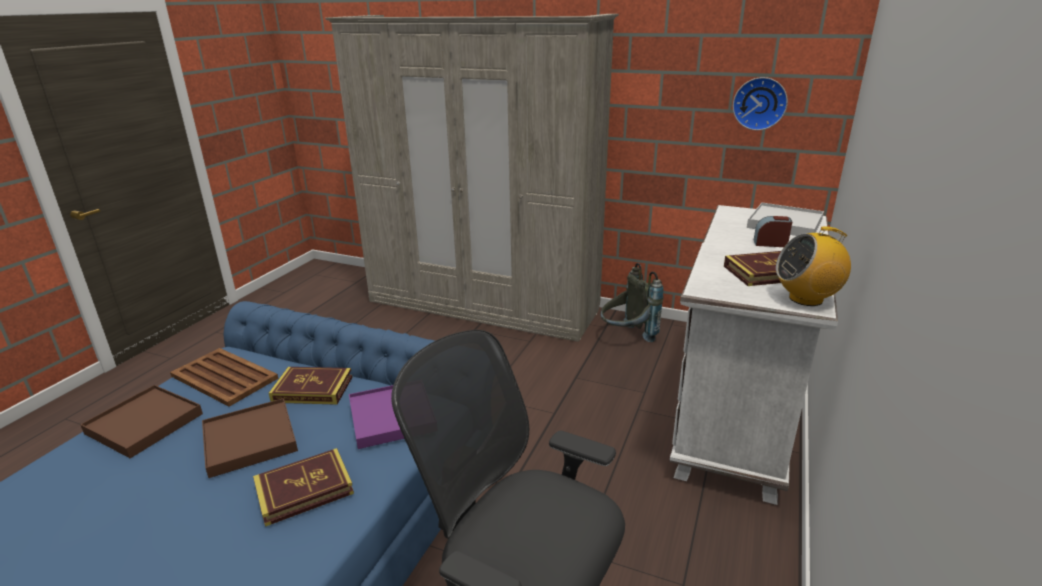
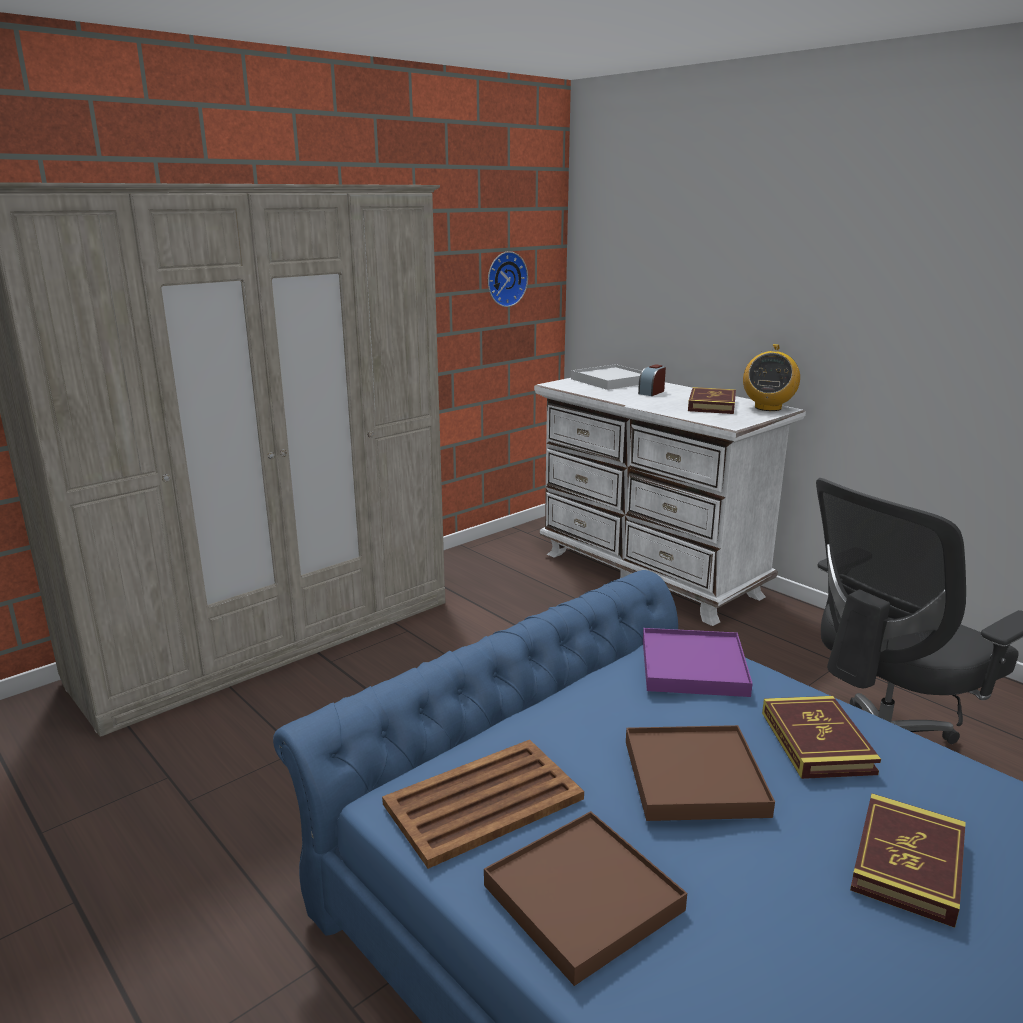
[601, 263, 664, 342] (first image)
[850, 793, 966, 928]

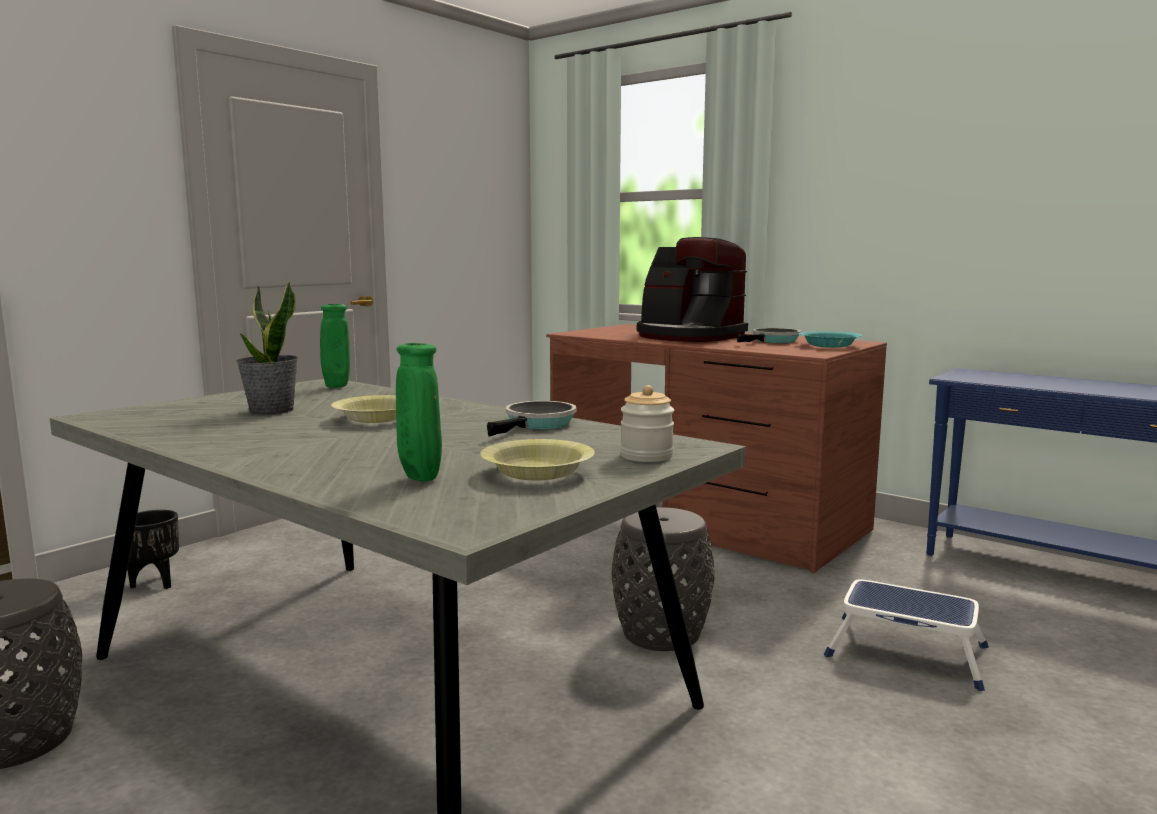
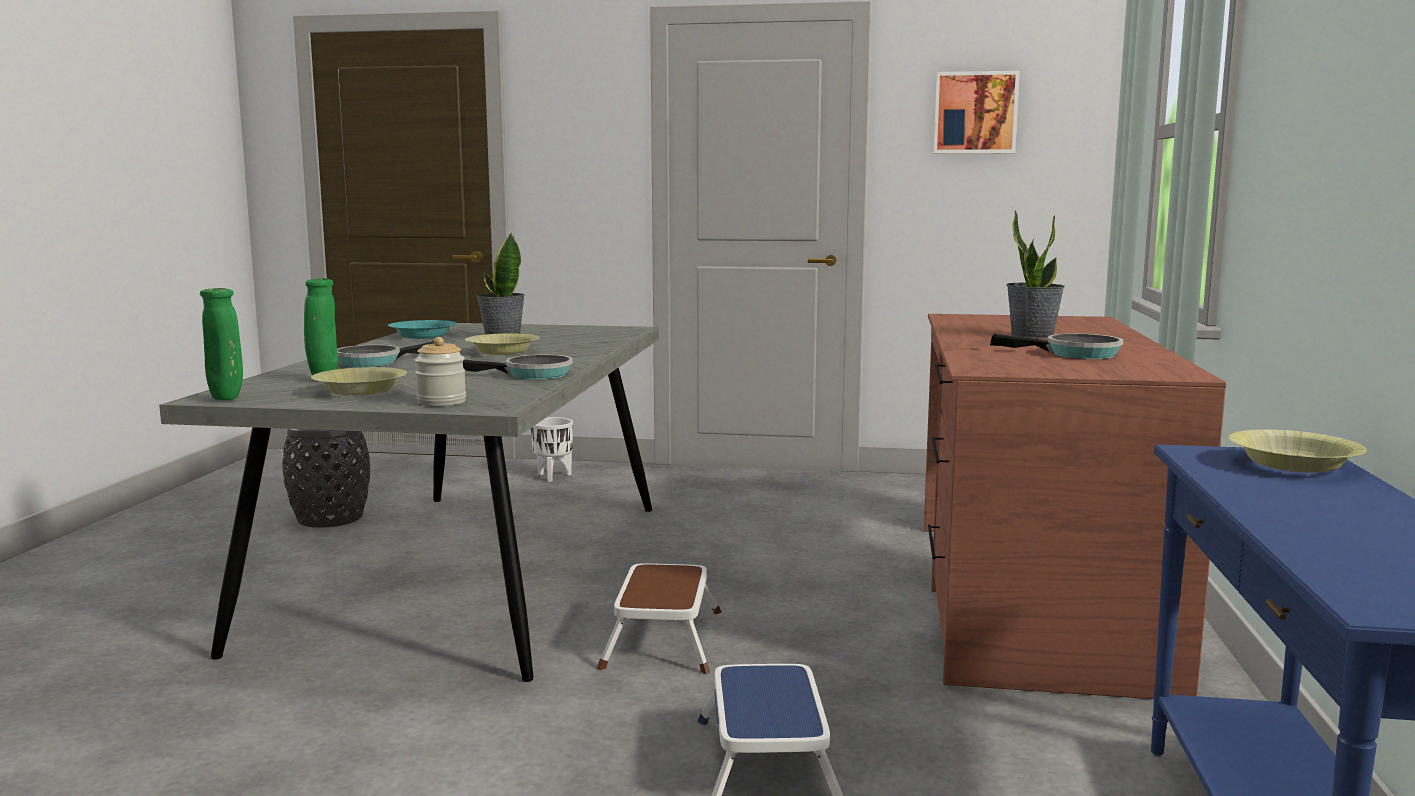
[1007, 210, 1065, 338]
[200, 288, 243, 400]
[388, 320, 457, 339]
[597, 563, 721, 674]
[531, 417, 573, 482]
[933, 71, 1020, 154]
[337, 341, 434, 368]
[1228, 429, 1367, 473]

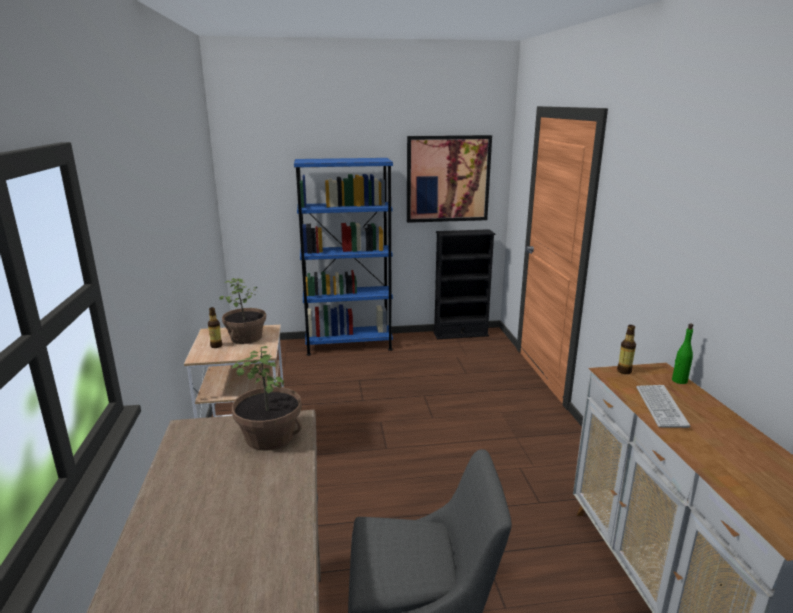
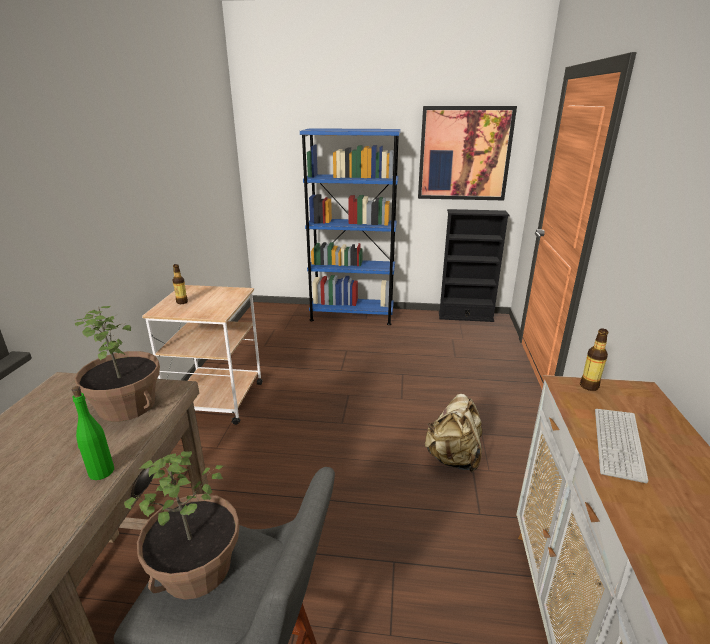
[124, 451, 240, 600]
[72, 386, 114, 480]
[425, 394, 482, 473]

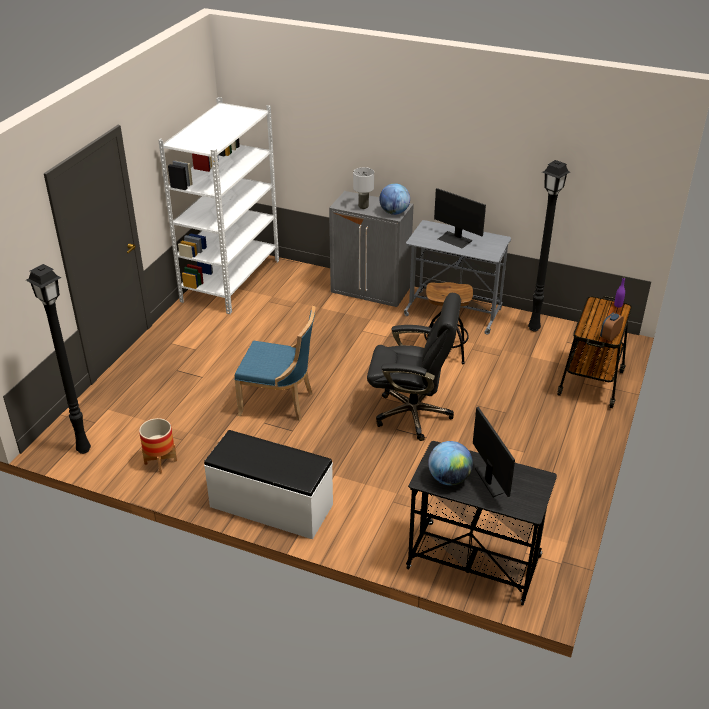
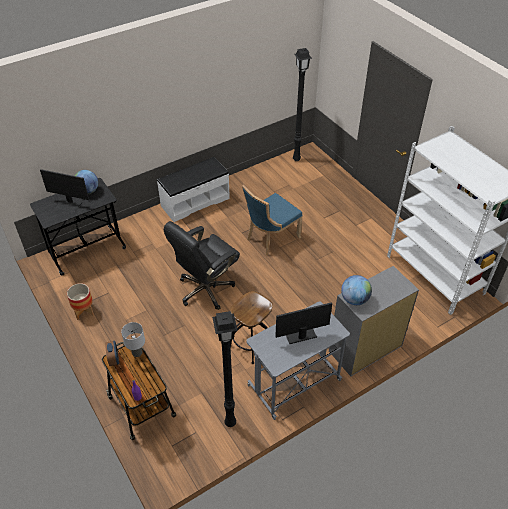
[121, 322, 145, 357]
[67, 283, 94, 320]

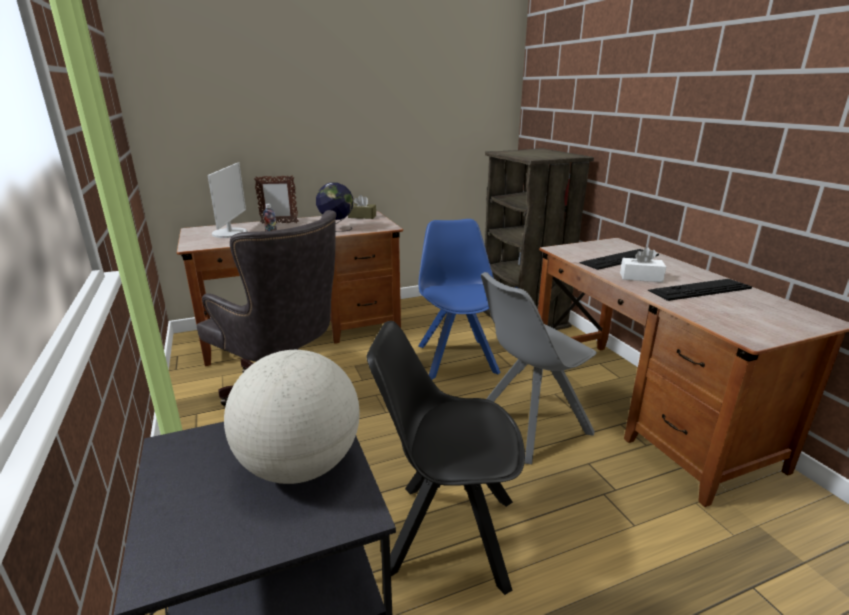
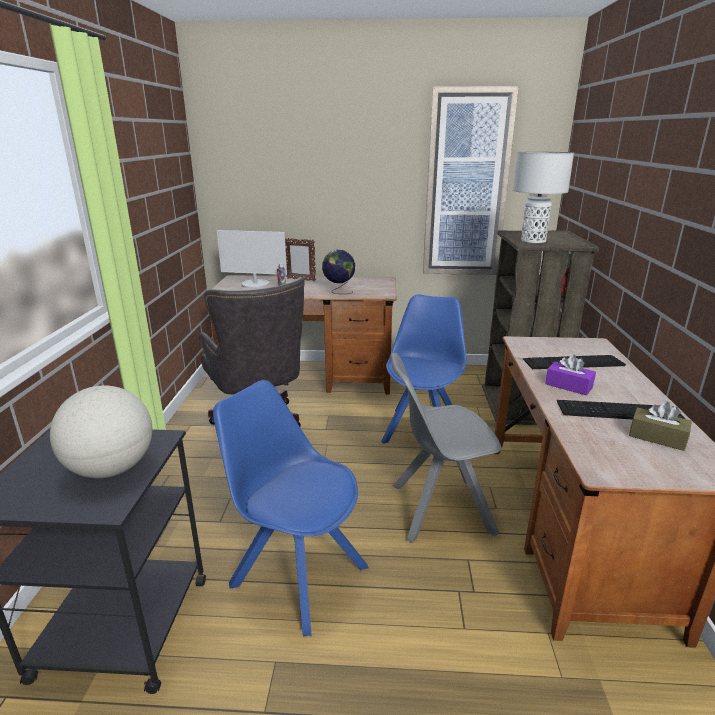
[217, 230, 287, 288]
[629, 401, 692, 451]
[545, 354, 596, 395]
[213, 380, 369, 636]
[423, 86, 519, 275]
[513, 151, 574, 243]

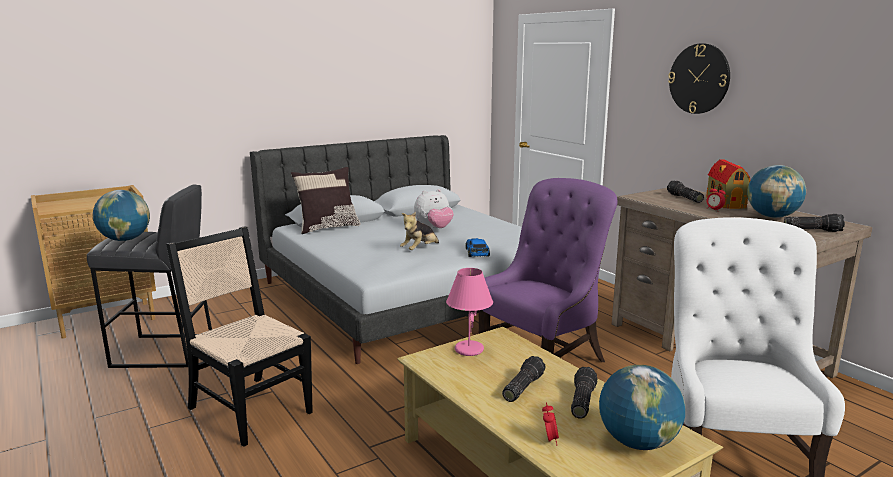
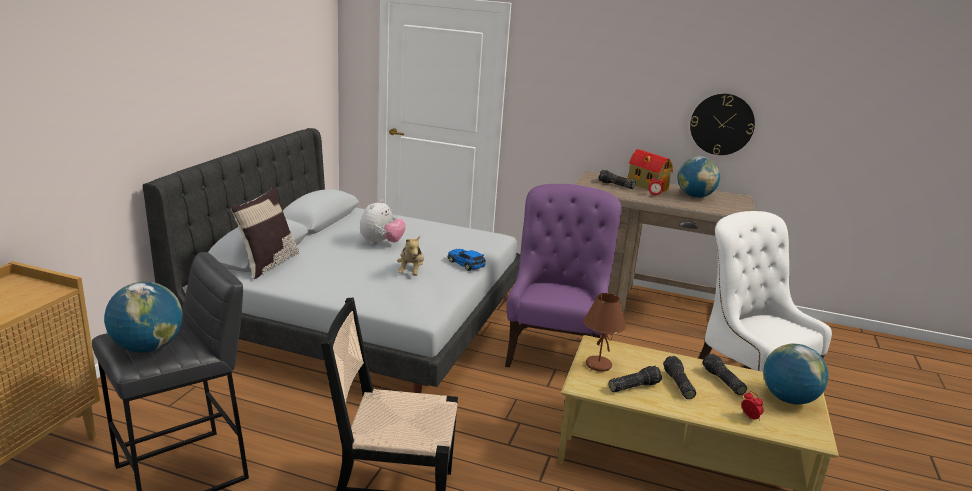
[690, 94, 755, 155]
[609, 366, 662, 392]
[583, 293, 626, 372]

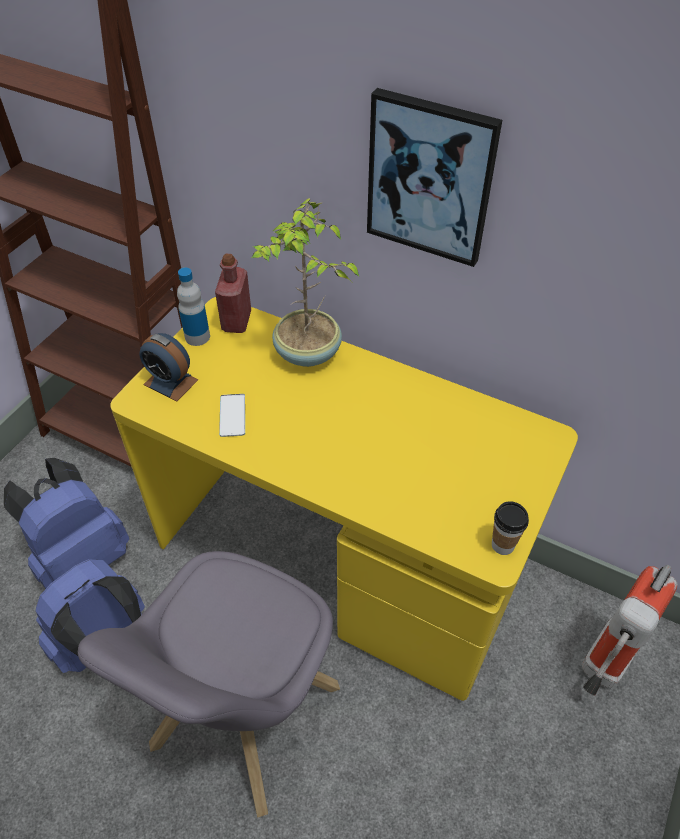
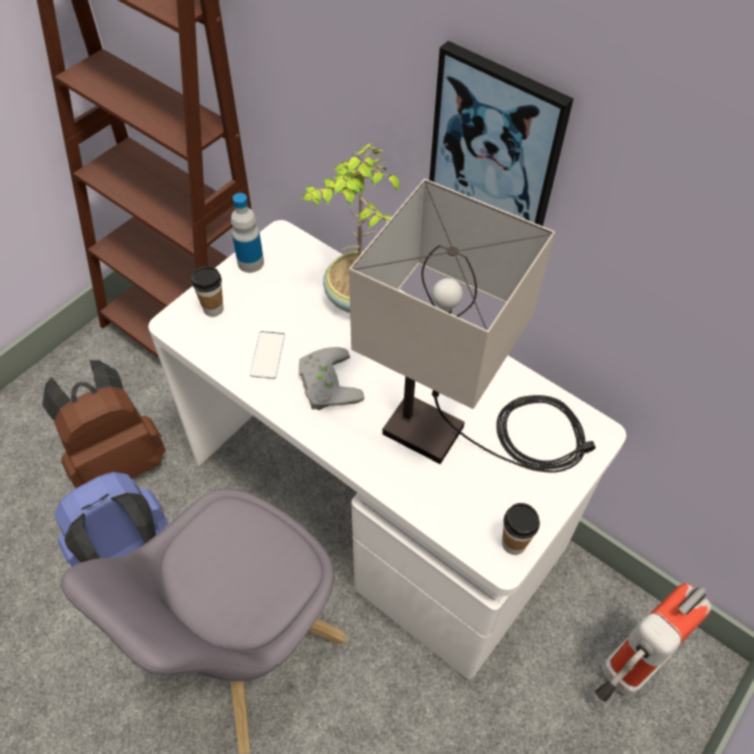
[215, 254, 251, 333] (first image)
[148, 220, 626, 679]
[192, 266, 224, 317]
[42, 360, 166, 488]
[349, 179, 596, 473]
[299, 347, 364, 410]

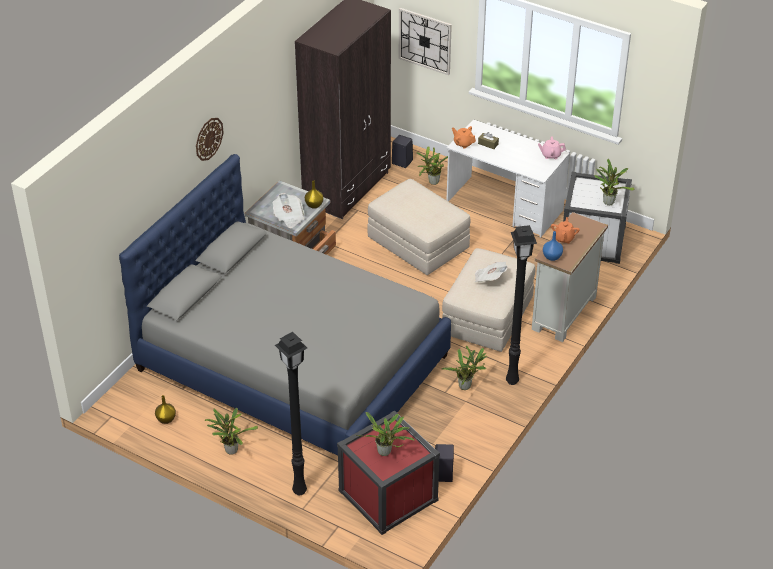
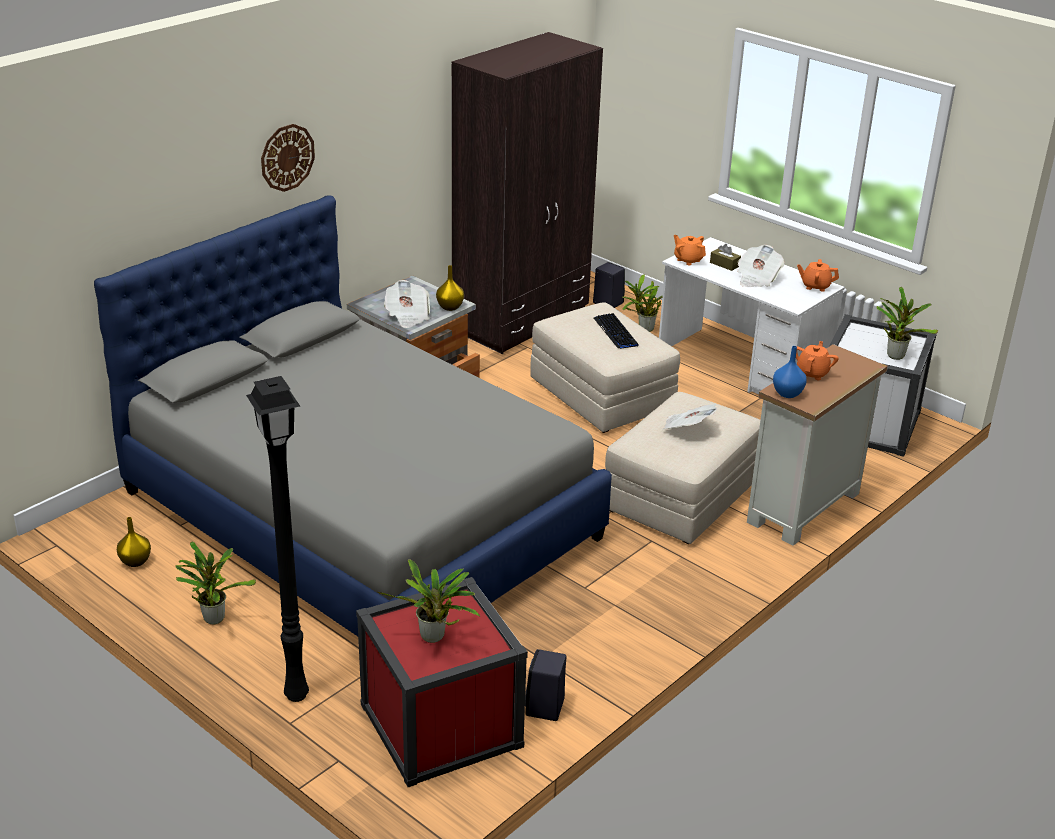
[399, 8, 452, 75] (first image)
[797, 259, 839, 292]
[506, 225, 537, 385] (first image)
[442, 346, 488, 390] (first image)
[737, 245, 784, 287]
[594, 313, 638, 349]

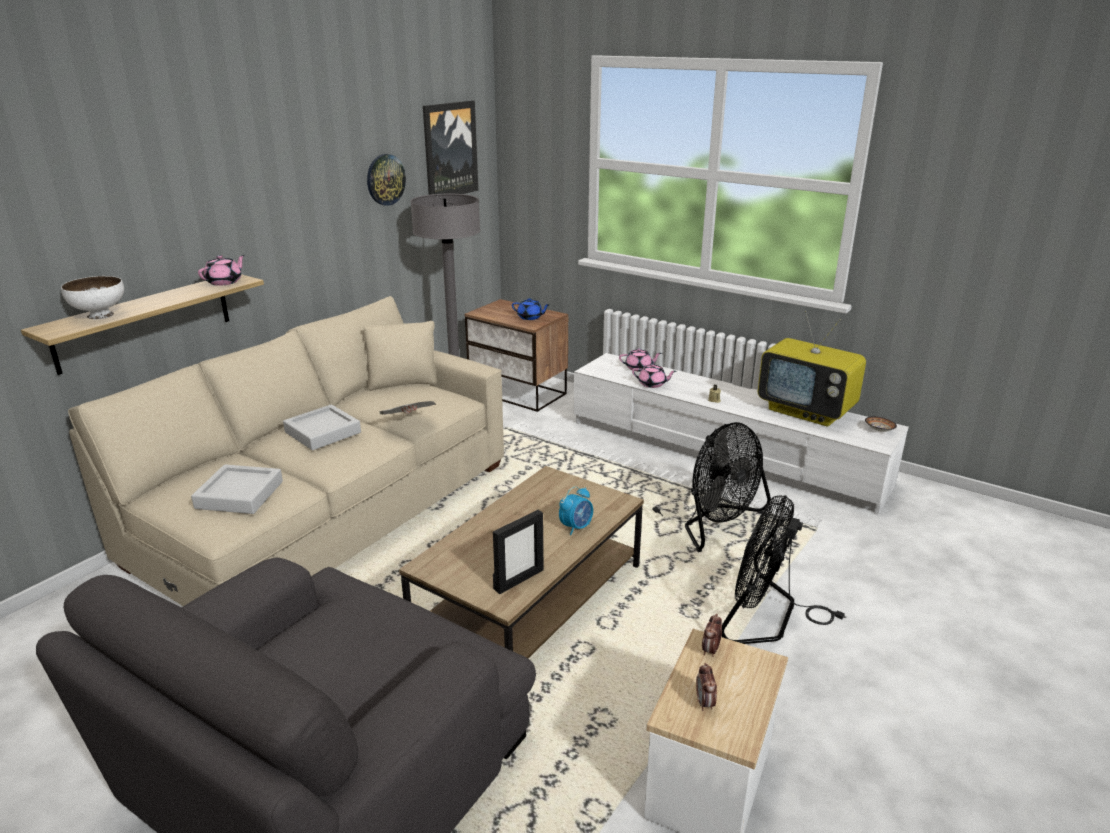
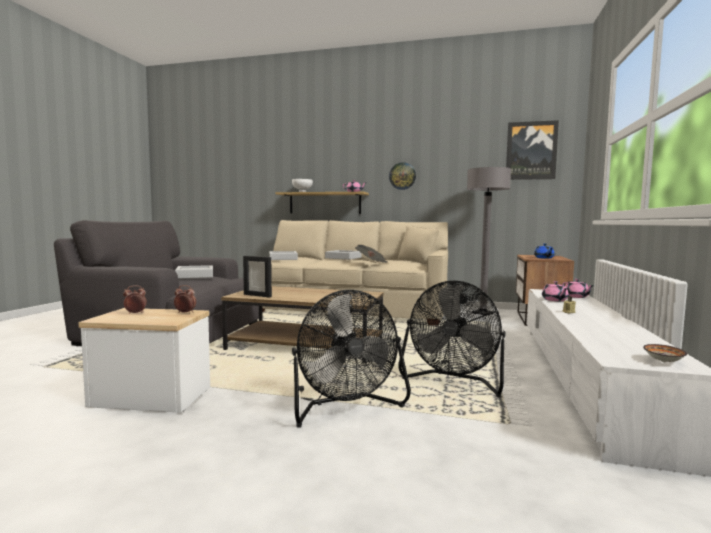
[389, 162, 416, 190]
[758, 311, 866, 427] (first image)
[559, 487, 593, 535] (first image)
[292, 290, 411, 428]
[175, 265, 213, 279]

